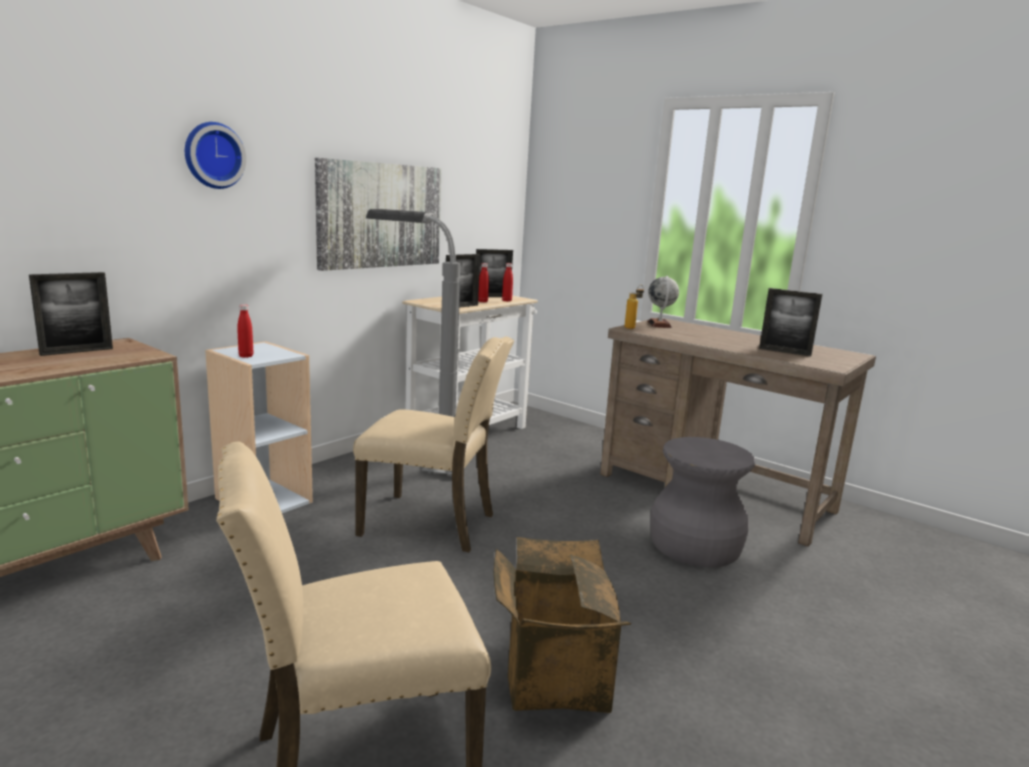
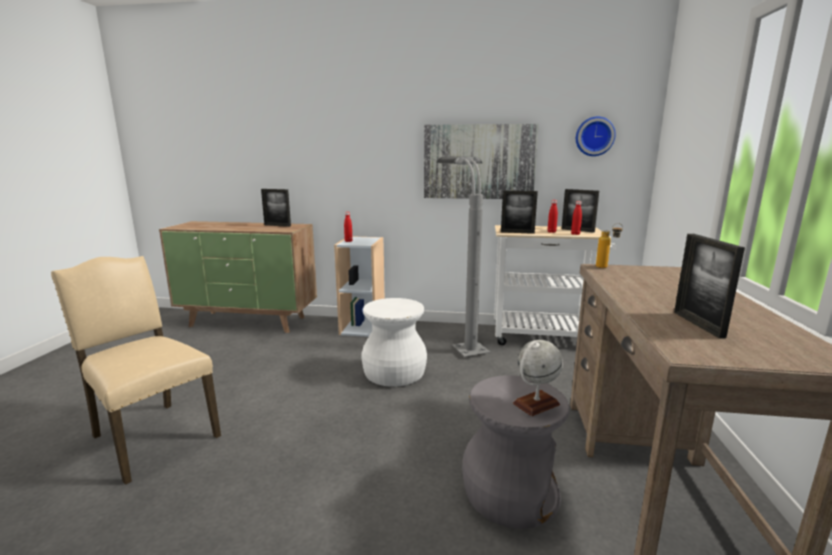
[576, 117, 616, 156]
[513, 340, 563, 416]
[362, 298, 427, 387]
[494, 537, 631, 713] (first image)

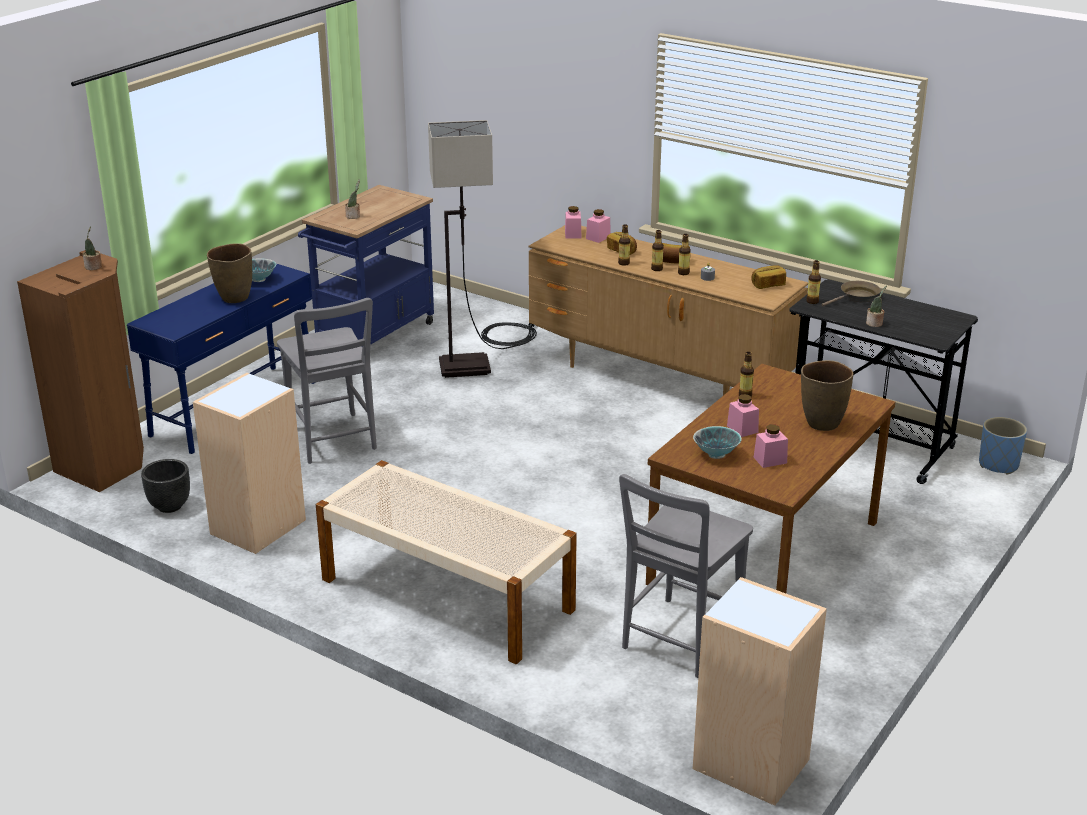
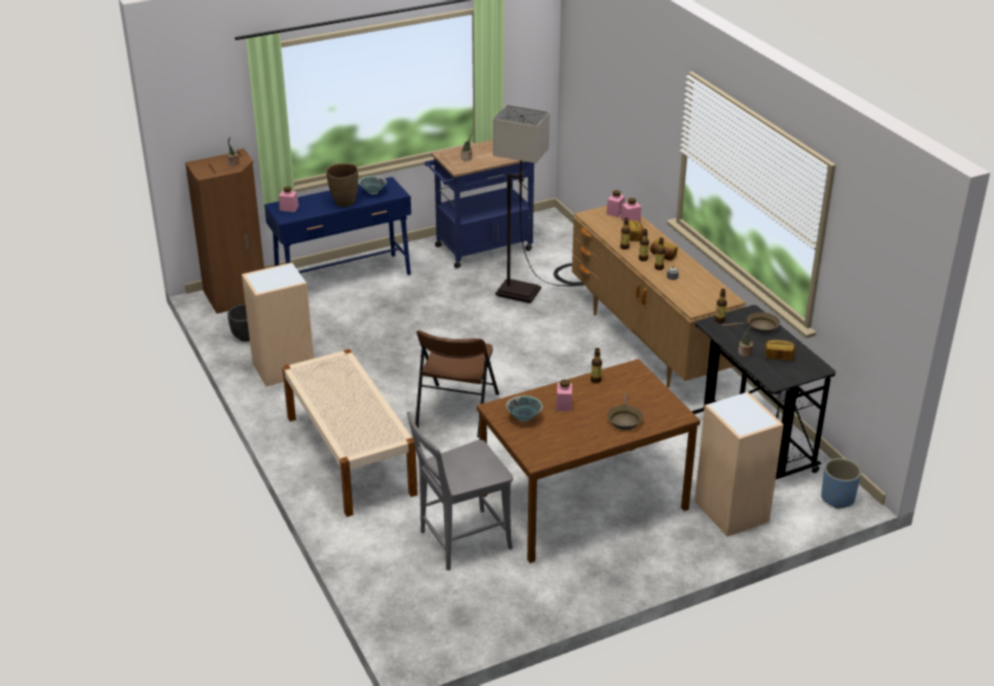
[765, 340, 796, 361]
[277, 298, 377, 464] (first image)
[608, 393, 643, 430]
[279, 186, 299, 212]
[694, 392, 784, 537]
[415, 330, 499, 437]

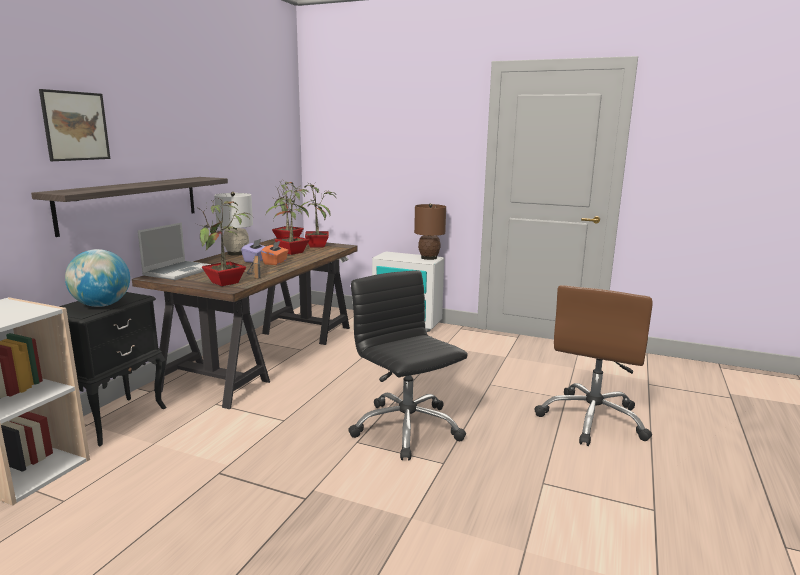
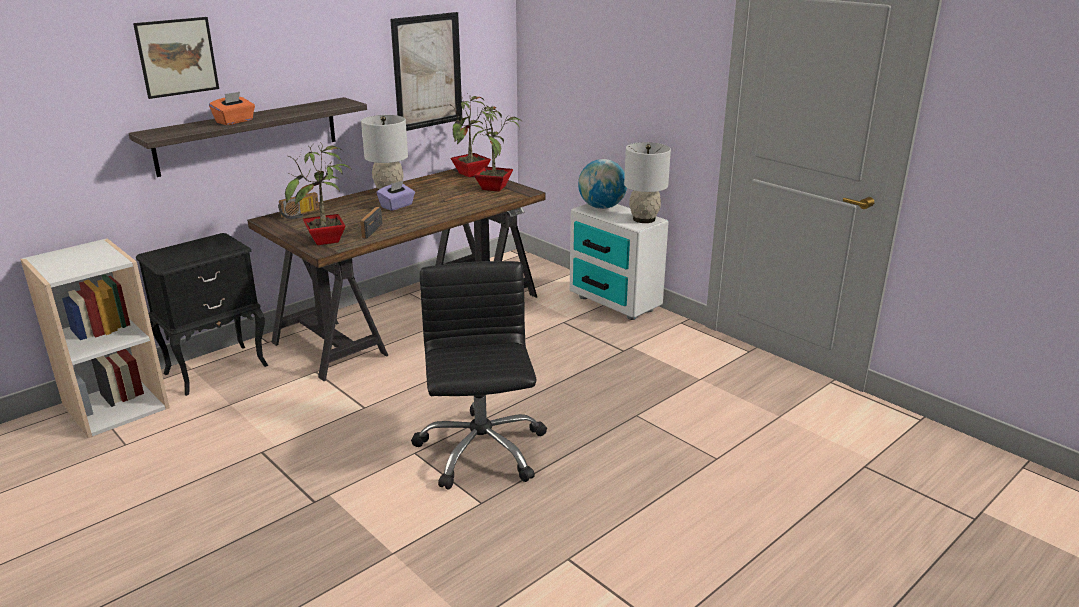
[266, 186, 309, 255] (first image)
[624, 142, 671, 223]
[278, 192, 319, 219]
[209, 92, 255, 125]
[578, 159, 627, 209]
[534, 285, 653, 446] (first image)
[390, 12, 462, 131]

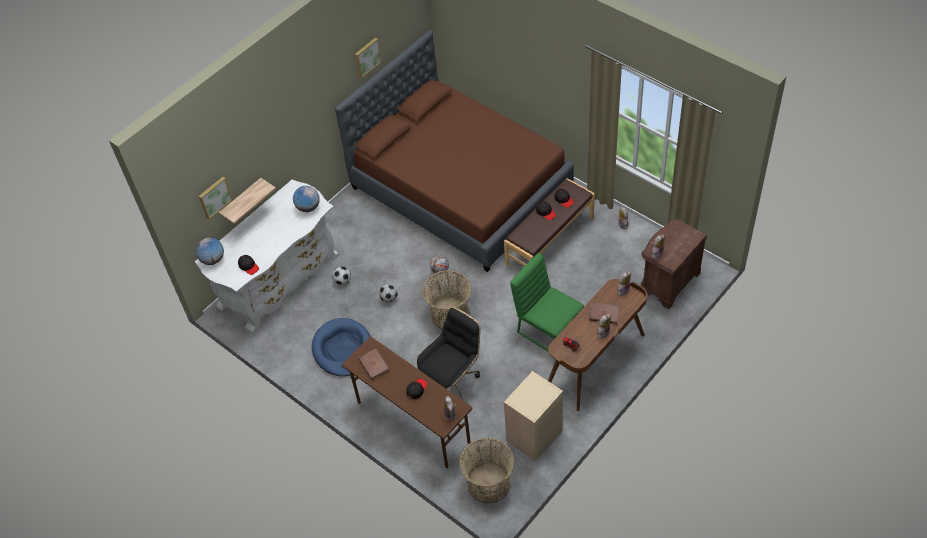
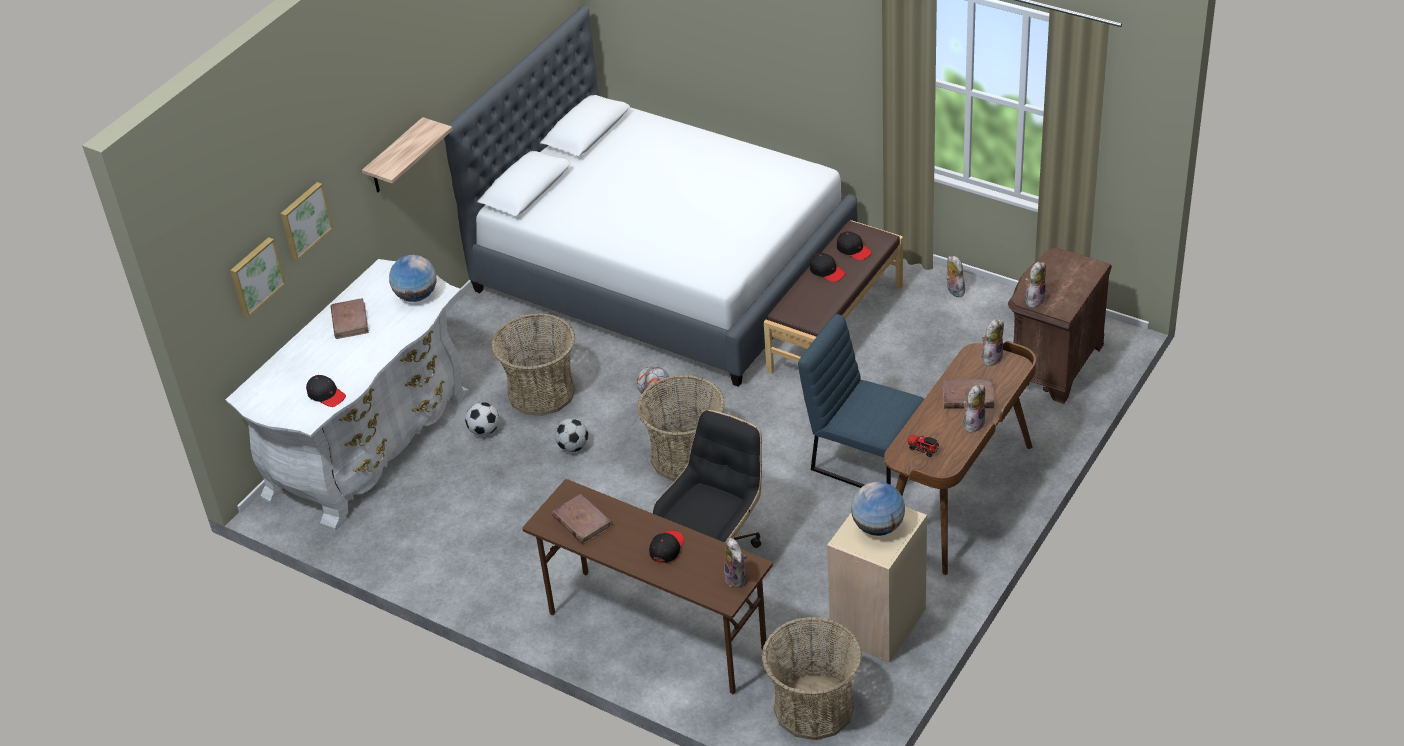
[444, 6, 858, 387]
[280, 182, 333, 260]
[362, 117, 453, 192]
[851, 482, 905, 536]
[798, 314, 924, 488]
[312, 318, 370, 376] (first image)
[331, 298, 369, 339]
[491, 313, 576, 416]

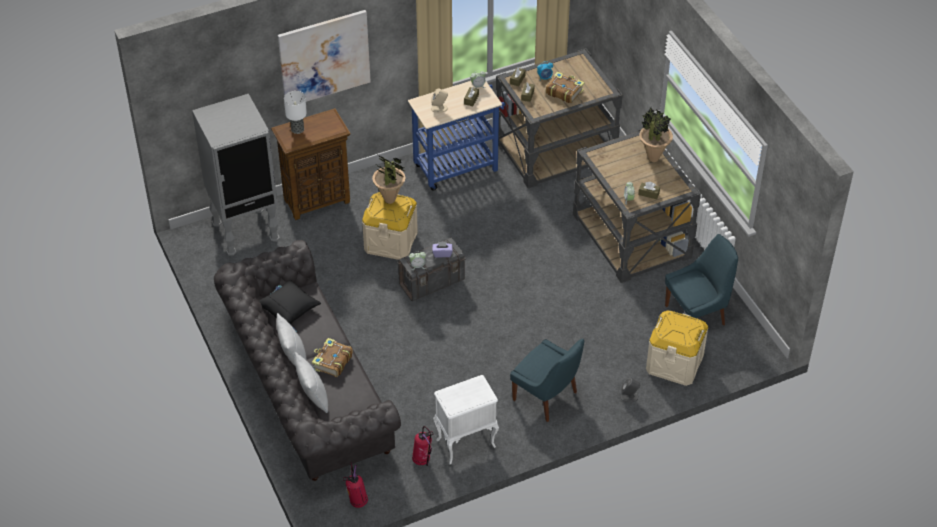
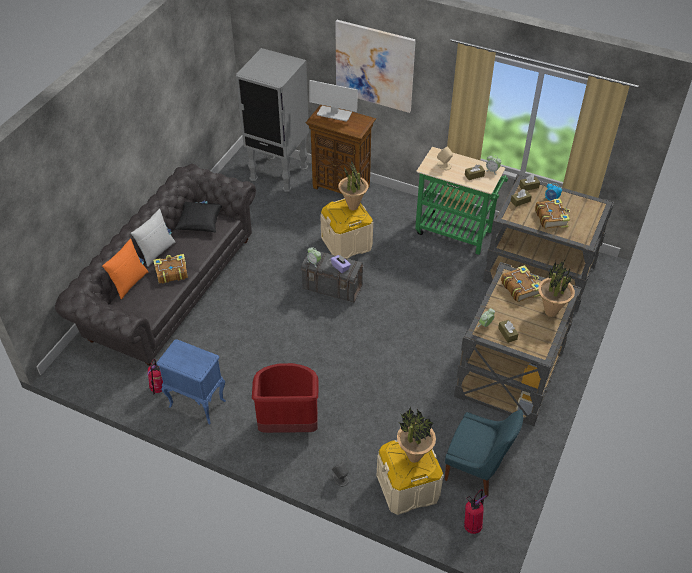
[415, 147, 508, 255]
[309, 80, 358, 122]
[252, 363, 319, 433]
[102, 238, 148, 299]
[157, 339, 226, 425]
[464, 489, 487, 534]
[501, 265, 540, 302]
[397, 407, 436, 463]

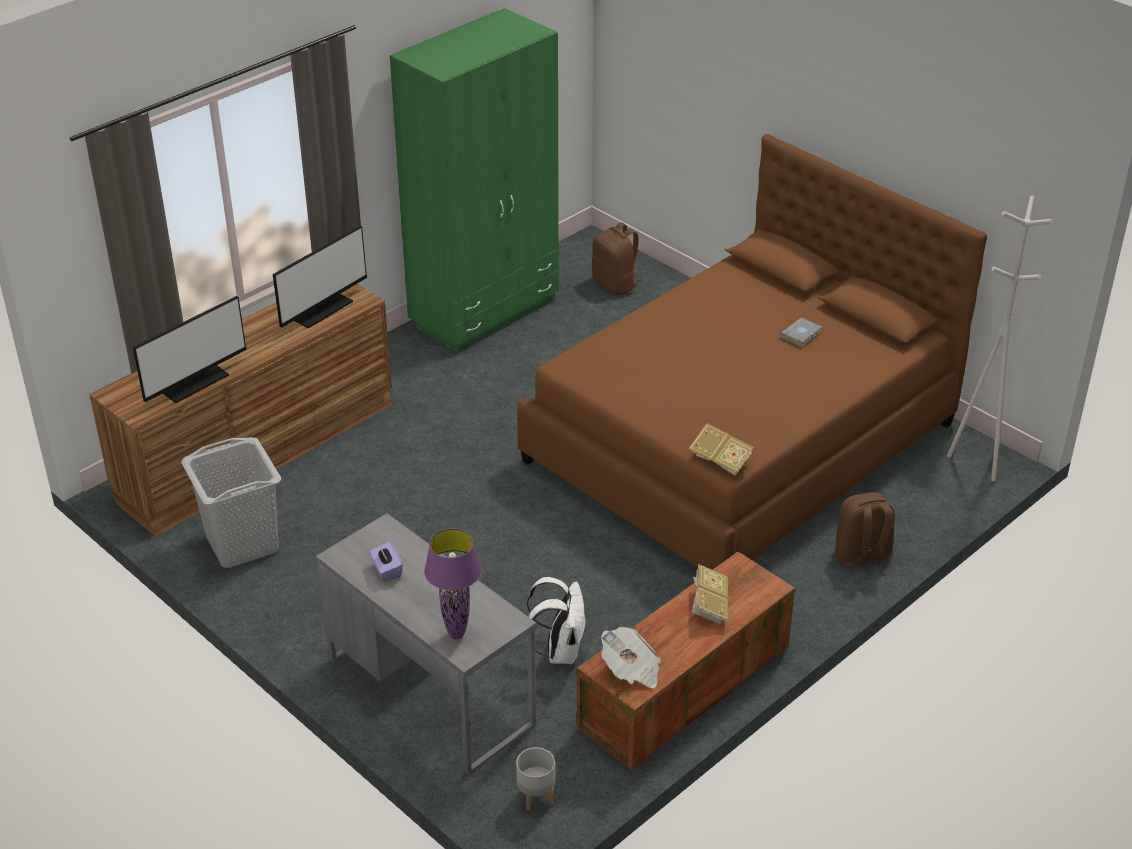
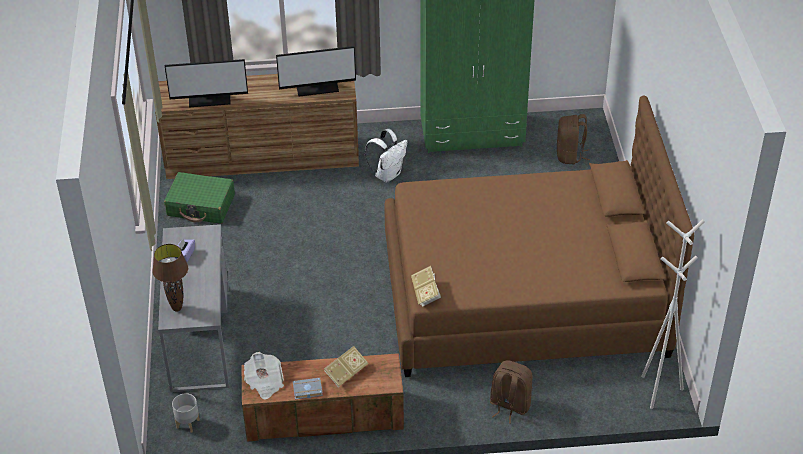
[293, 378, 323, 399]
[164, 172, 235, 224]
[152, 244, 188, 312]
[365, 129, 407, 182]

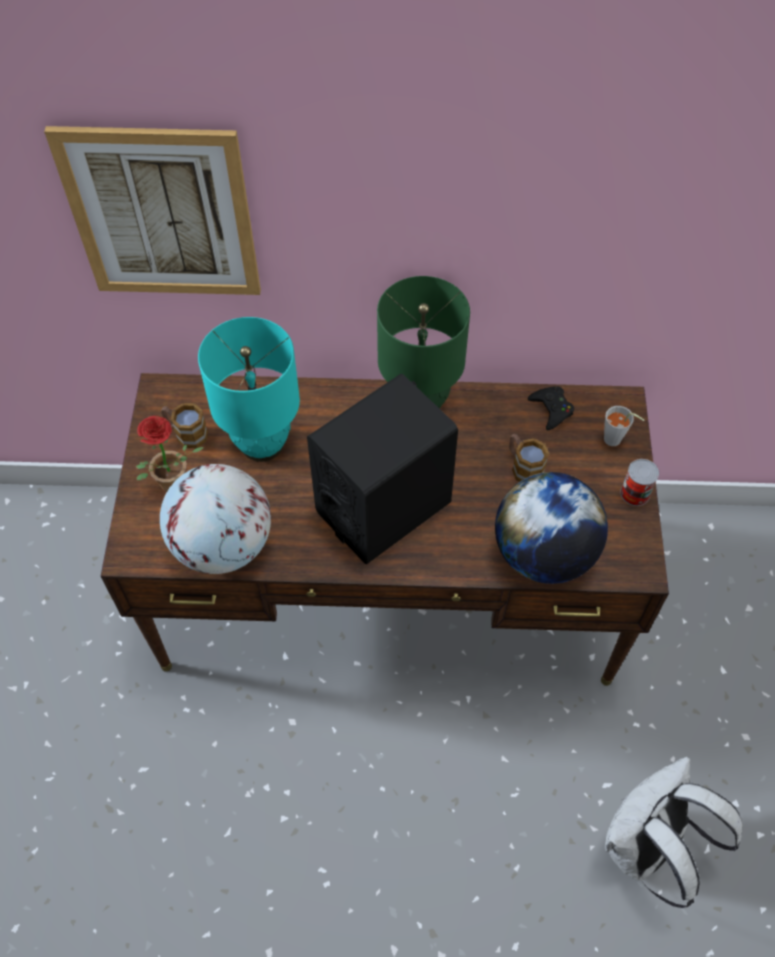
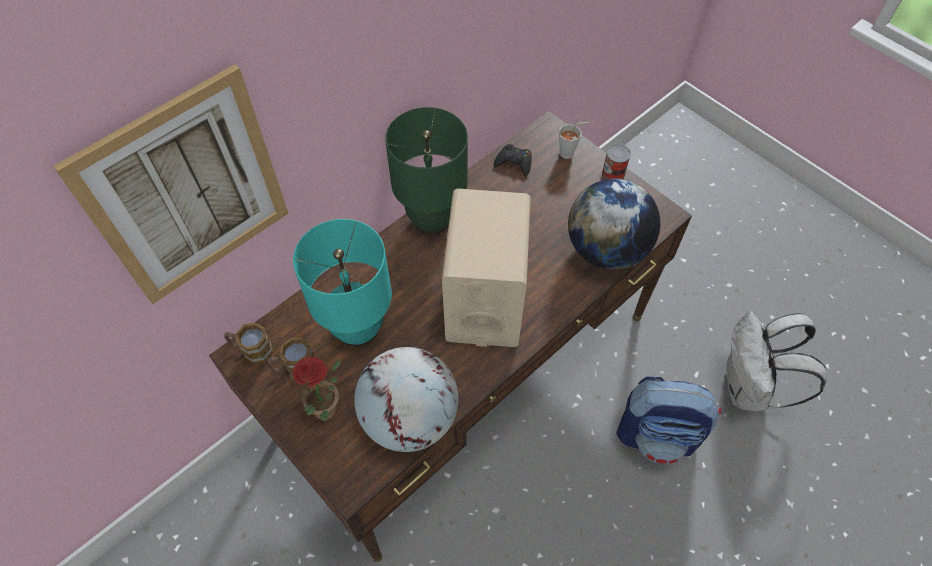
[442, 189, 531, 347]
[224, 322, 273, 365]
[616, 377, 721, 464]

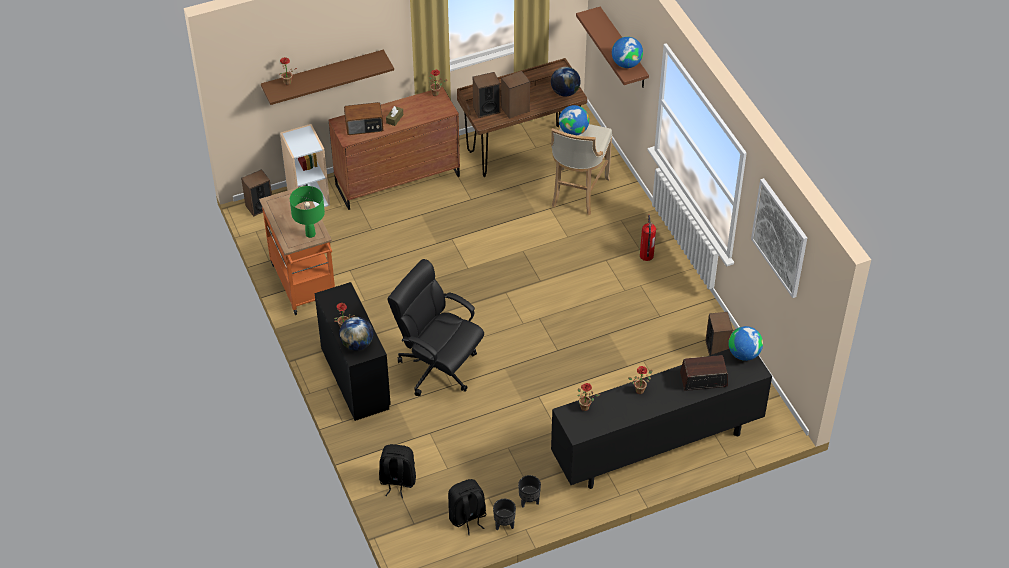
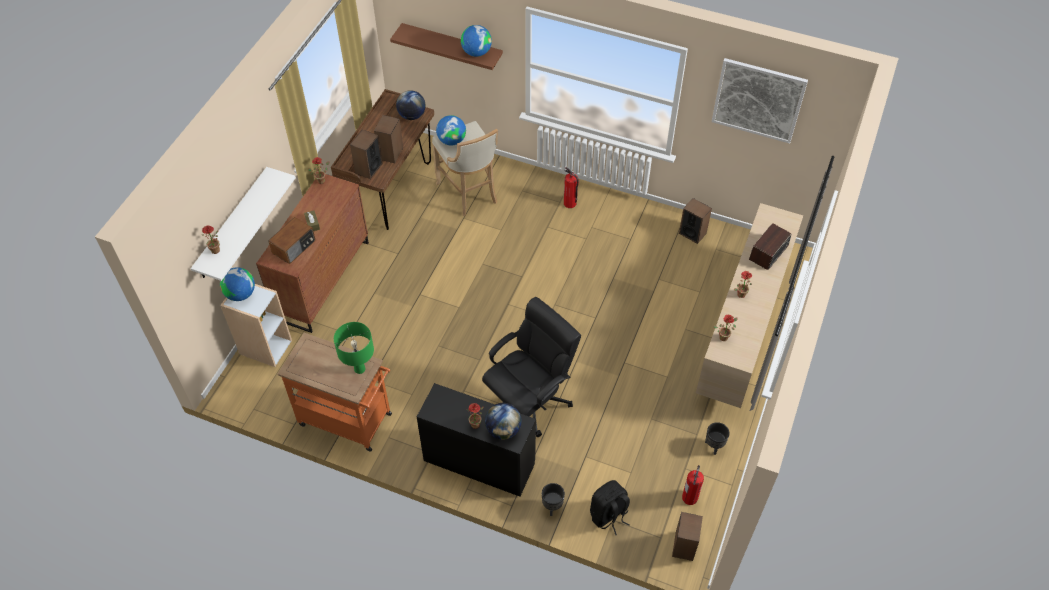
[191, 167, 296, 281]
[672, 512, 703, 561]
[482, 297, 581, 437]
[220, 267, 255, 301]
[696, 203, 803, 408]
[682, 465, 704, 505]
[542, 483, 565, 516]

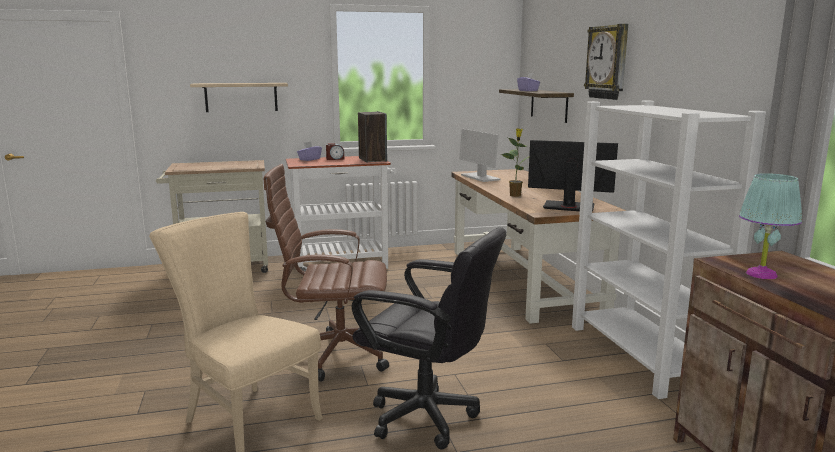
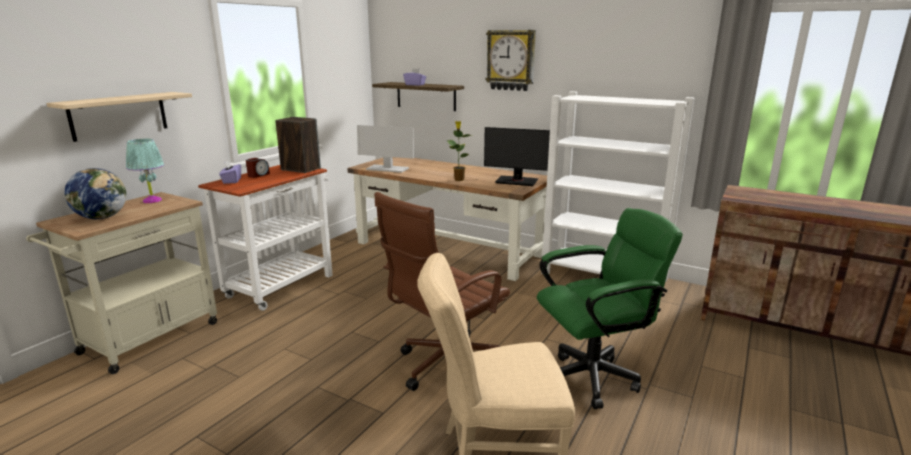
[484, 127, 550, 186]
[126, 139, 164, 203]
[537, 208, 683, 409]
[64, 168, 126, 219]

